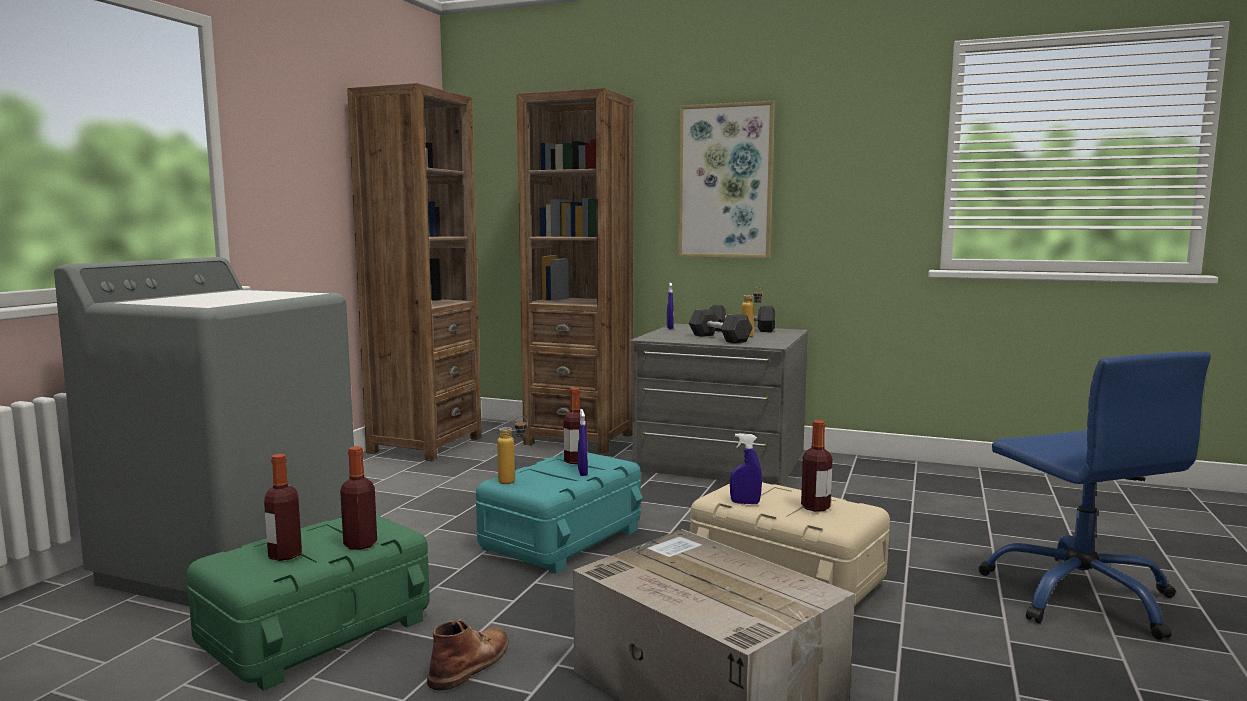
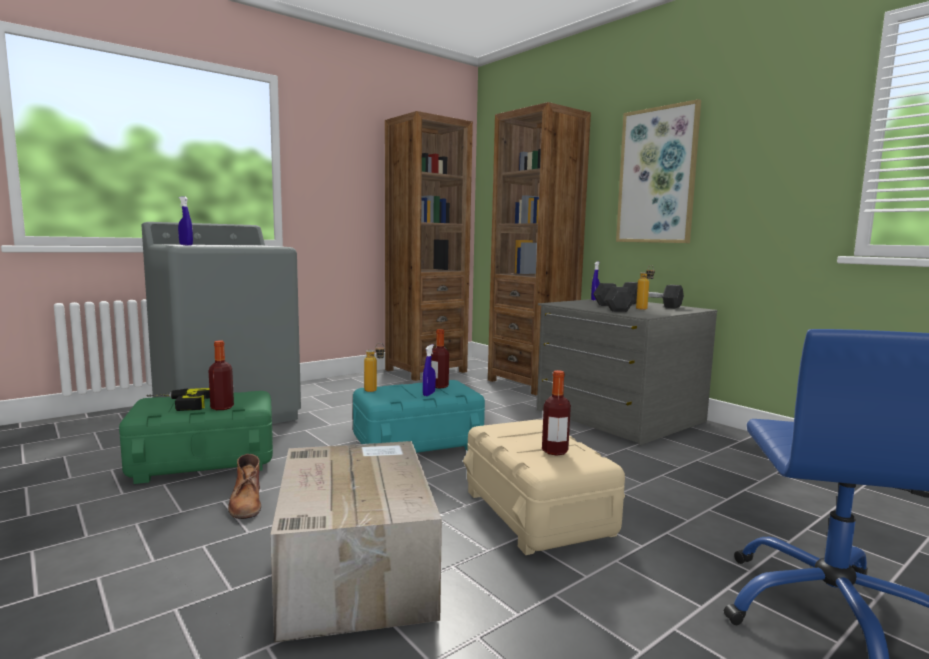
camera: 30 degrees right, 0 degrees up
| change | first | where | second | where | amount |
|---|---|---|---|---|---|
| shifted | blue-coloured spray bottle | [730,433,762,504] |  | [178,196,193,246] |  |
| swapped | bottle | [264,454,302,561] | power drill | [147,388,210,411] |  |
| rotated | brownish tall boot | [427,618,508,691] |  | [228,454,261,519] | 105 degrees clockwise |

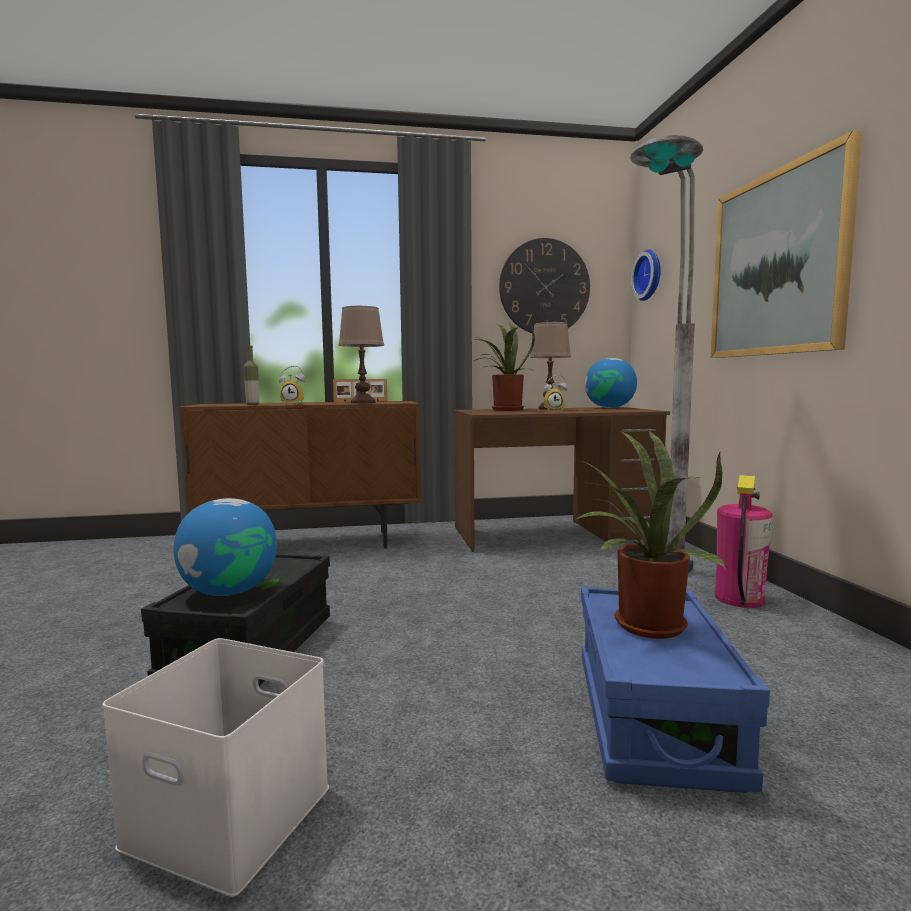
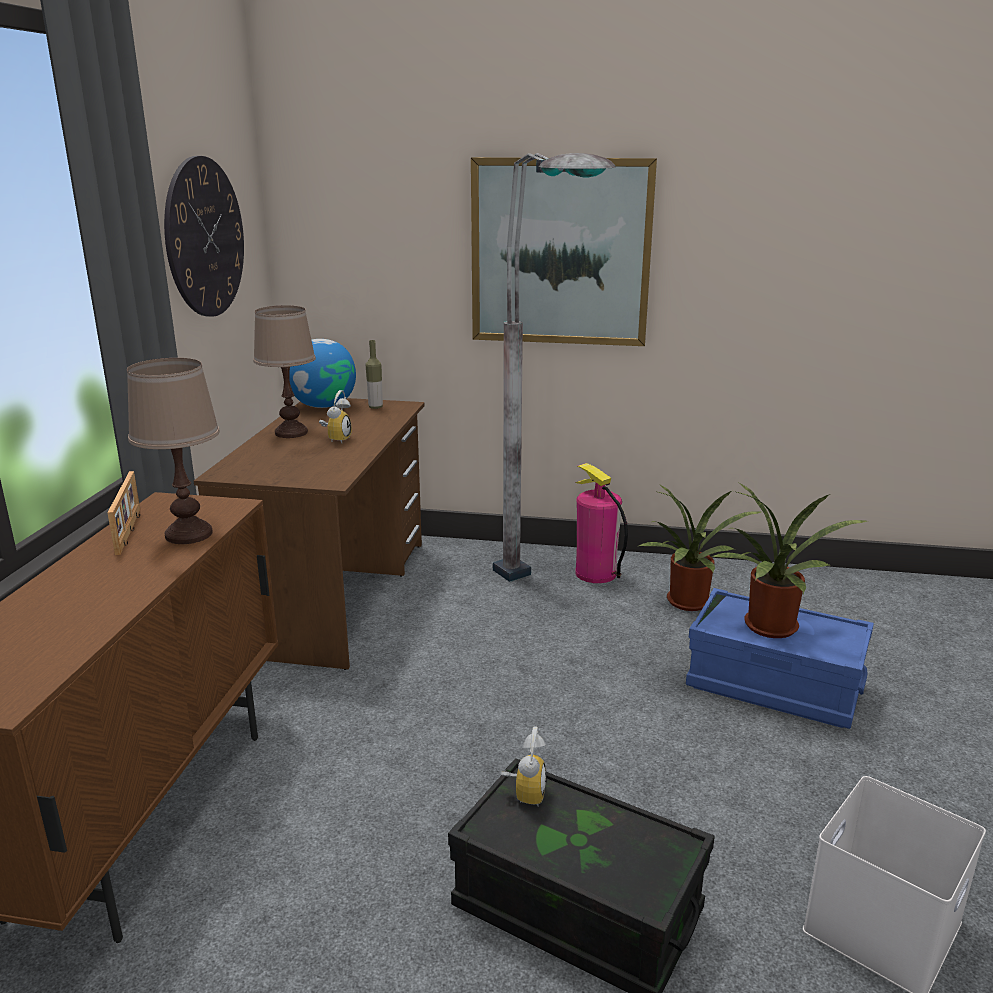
camera: 70 degrees left, 15 degrees up
| change | first | where | second | where | amount |
|---|---|---|---|---|---|
| gone | globe | [174,498,277,596] |  |  |  |
| gone | clock on the wall | [631,249,661,301] |  |  |  |
| shifted | bottle | [244,345,259,405] |  | [366,340,383,409] |  |
| shifted | bedside clock | [279,365,305,404] |  | [501,727,547,806] |  |
| shifted | houseplant | [473,323,535,411] |  | [637,484,761,611] |  |

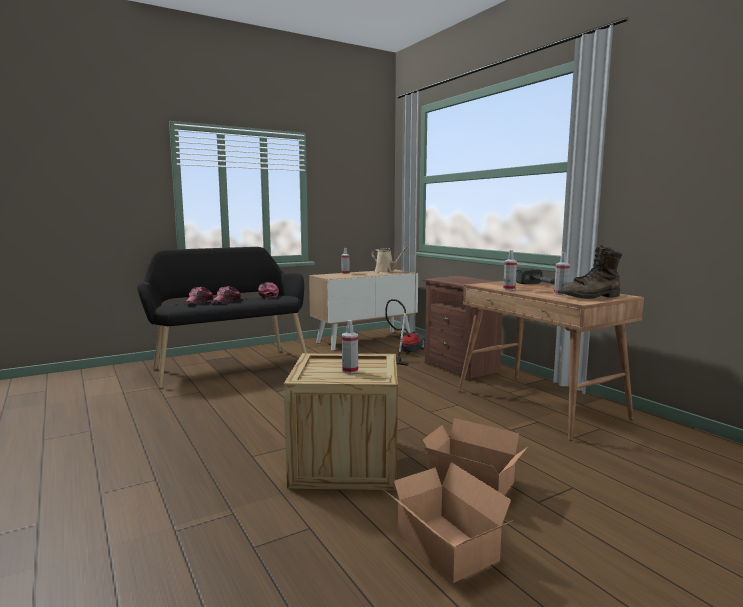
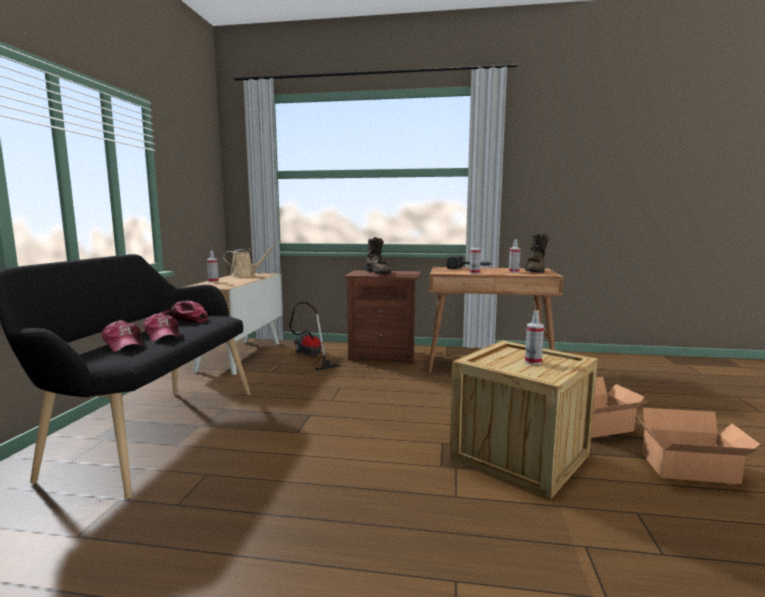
camera: 50 degrees left, 0 degrees up
| change | first | where | second | where | amount |
|---|---|---|---|---|---|
| new |  |  | brownish tall boot | [365,237,391,274] |  |

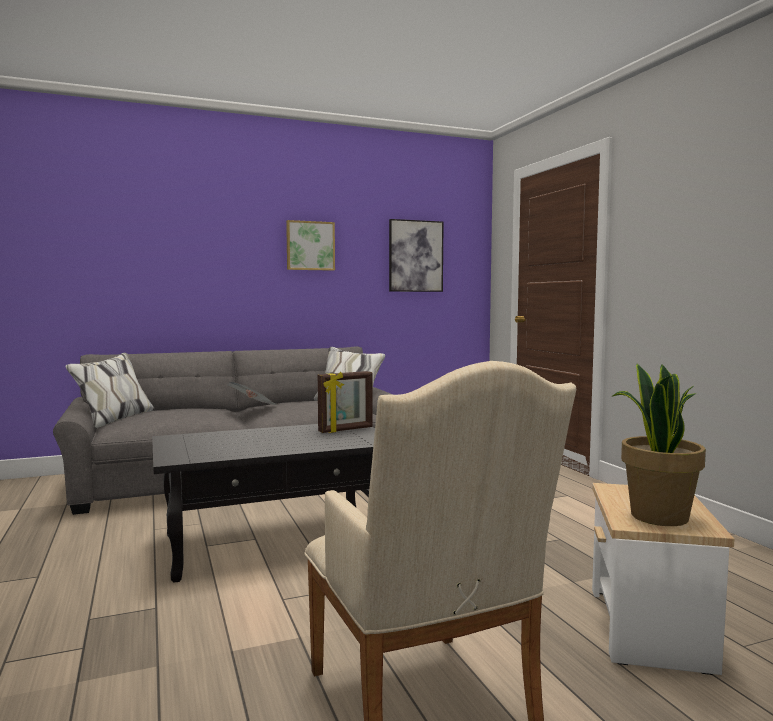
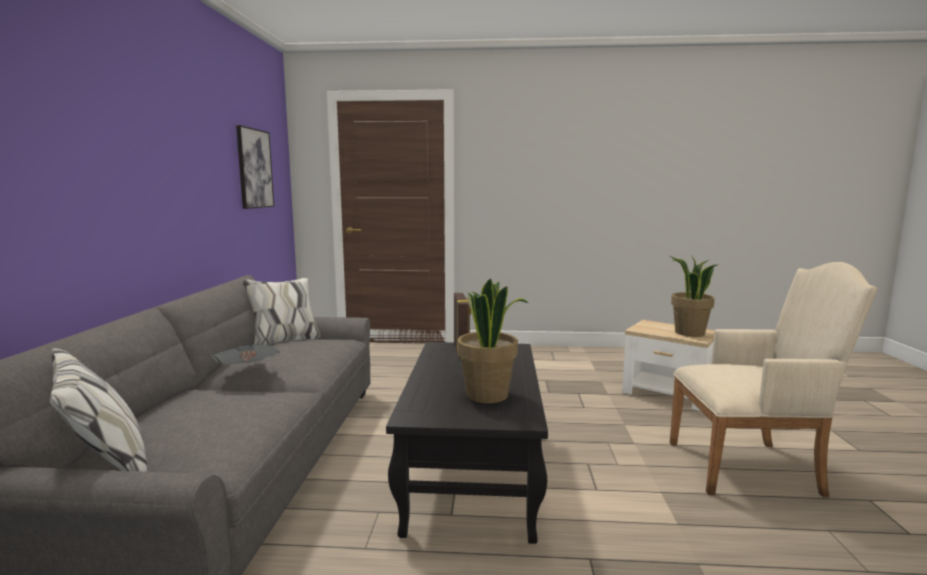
camera: 65 degrees left, 5 degrees up
| change | first | where | second | where | amount |
|---|---|---|---|---|---|
| gone | wall picture | [286,220,335,271] |  |  |  |
| new |  |  | houseplant | [457,278,528,403] |  |

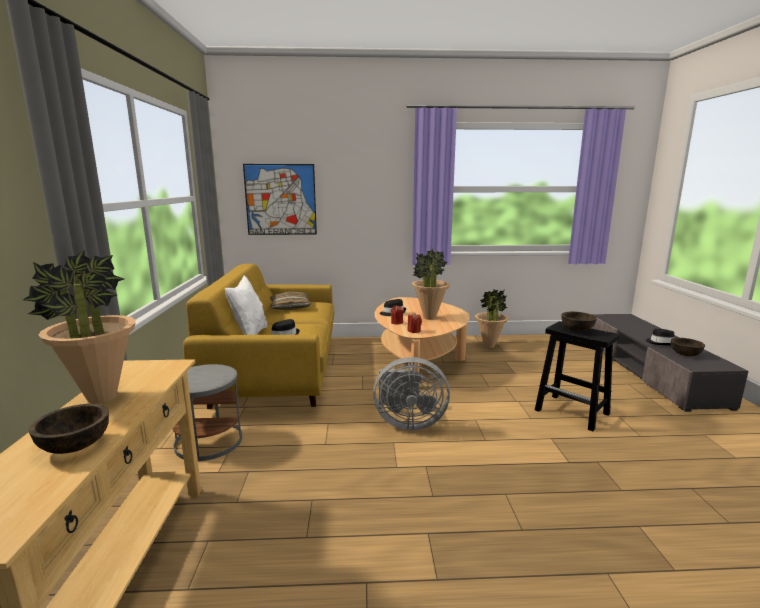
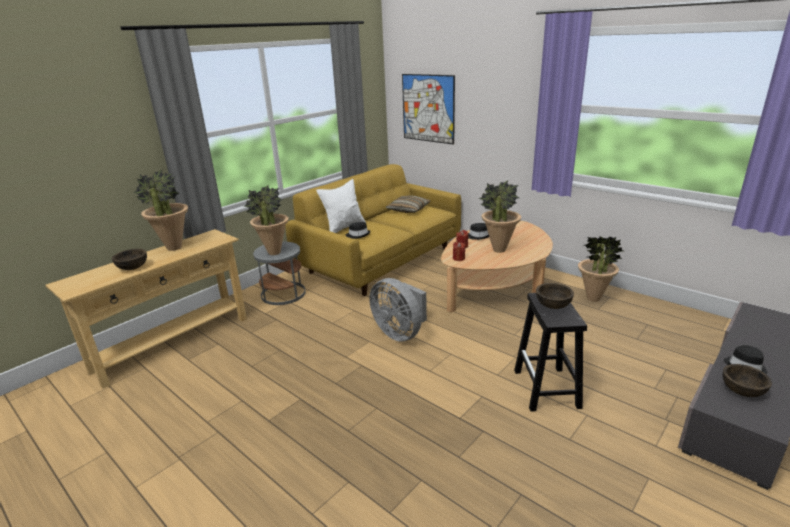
camera: 45 degrees right, 10 degrees up
| change | first | where | second | where | amount |
|---|---|---|---|---|---|
| new |  |  | houseplant | [244,185,288,255] |  |

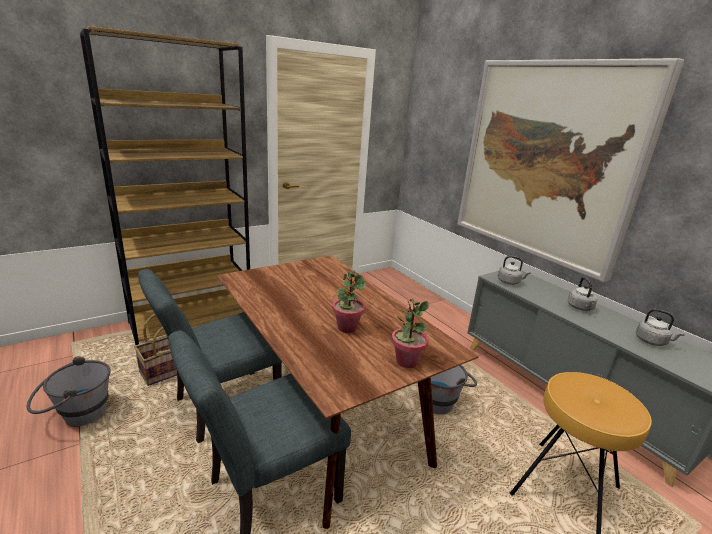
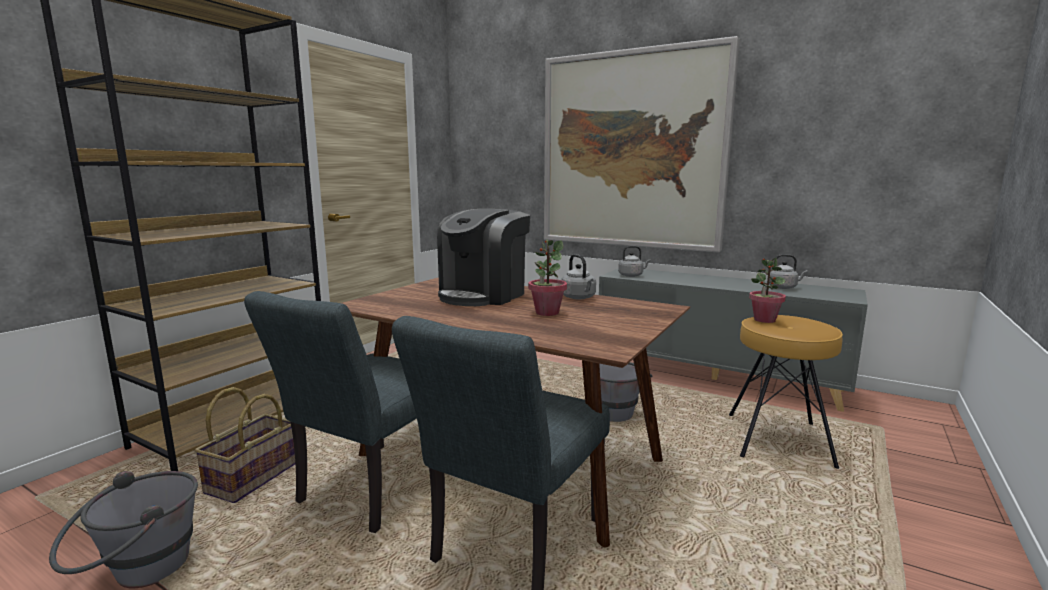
camera: 25 degrees left, 10 degrees down
| change | first | where | second | where | amount |
|---|---|---|---|---|---|
| new |  |  | coffee machine | [437,209,530,306] |  |
| shifted | houseplant | [392,298,429,368] |  | [749,258,786,323] |  |
| shifted | gray water kettle | [568,277,597,311] |  | [561,254,596,299] |  |

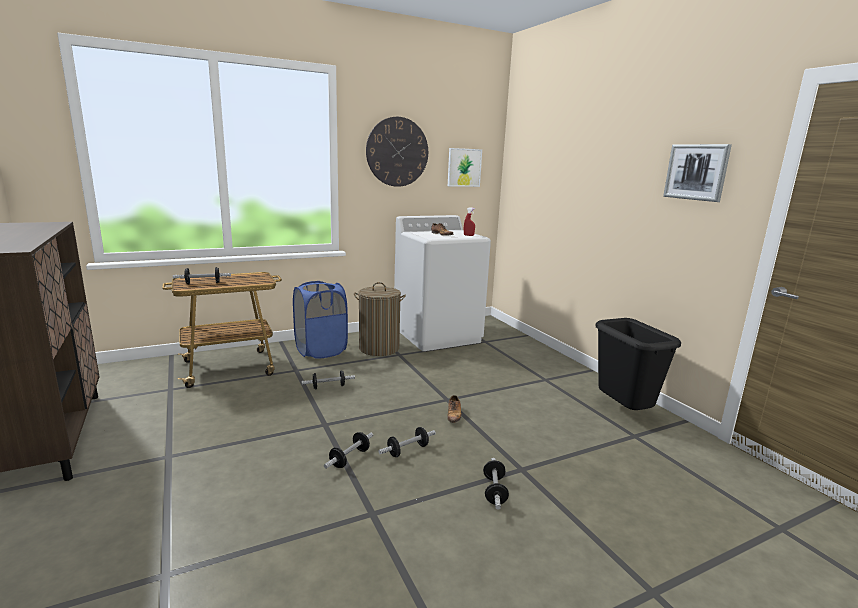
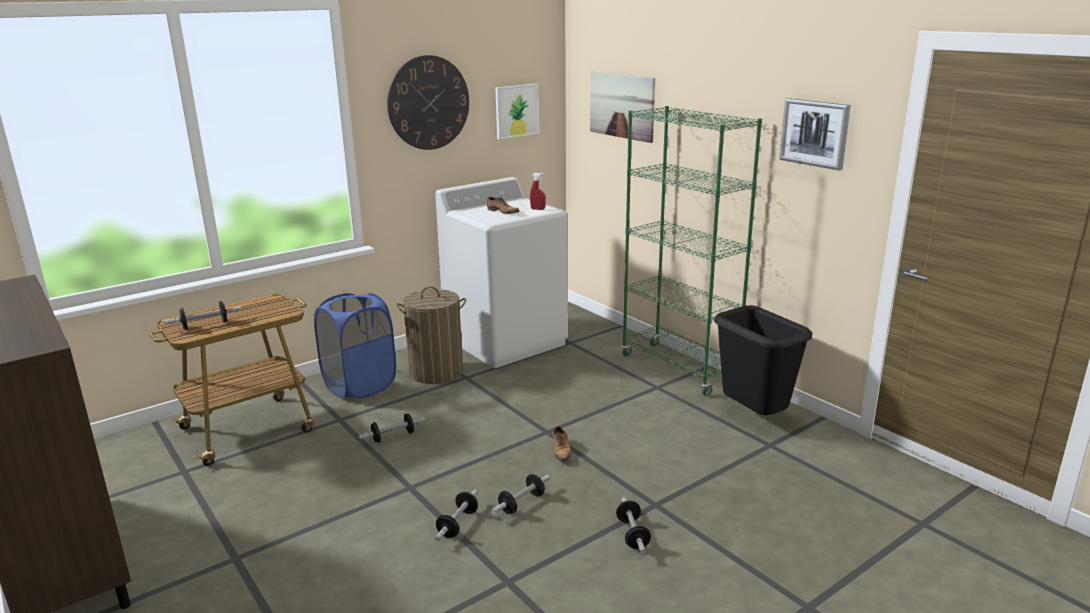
camera: 10 degrees left, 5 degrees up
| change | first | where | second | where | amount |
|---|---|---|---|---|---|
| new |  |  | wall picture | [590,72,655,143] |  |
| new |  |  | greenish bookcase | [622,106,762,396] |  |

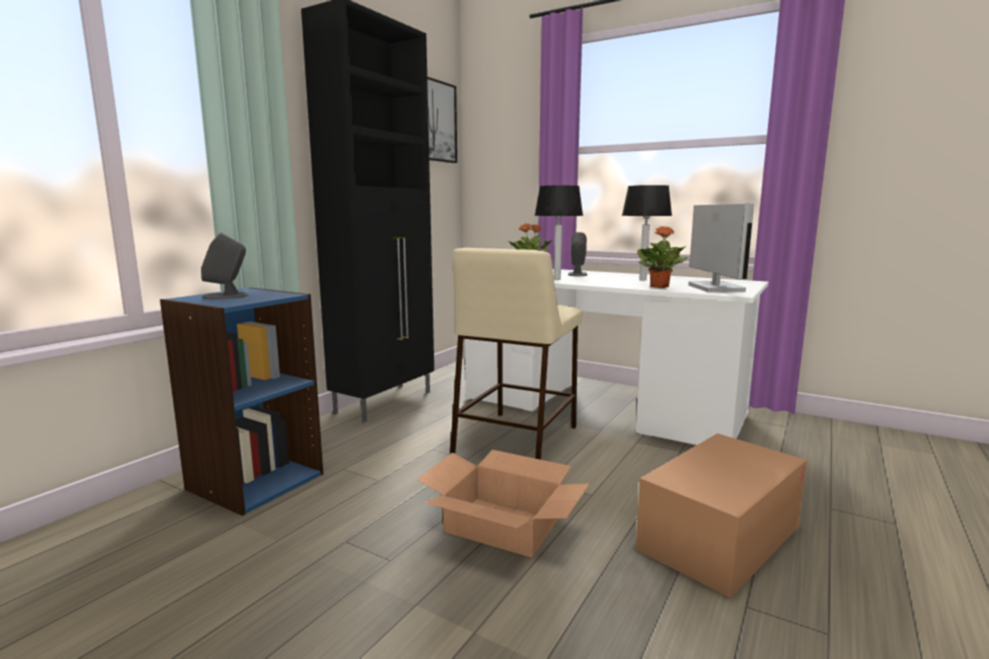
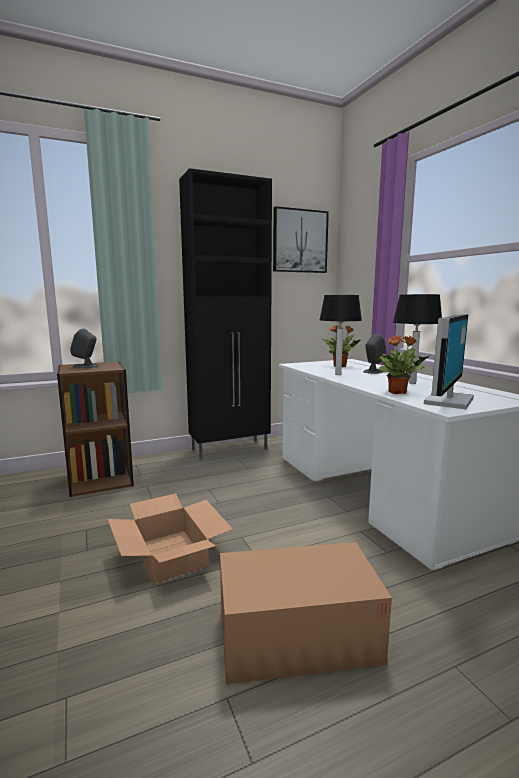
camera: 35 degrees right, 0 degrees up
| change | first | where | second | where | amount |
|---|---|---|---|---|---|
| gone | beige sitting stool | [450,248,582,460] |  |  |  |
| repainted | blue-coloured bookcase | [160,287,323,516] | brownish bookcase | [57,361,134,497] |  |

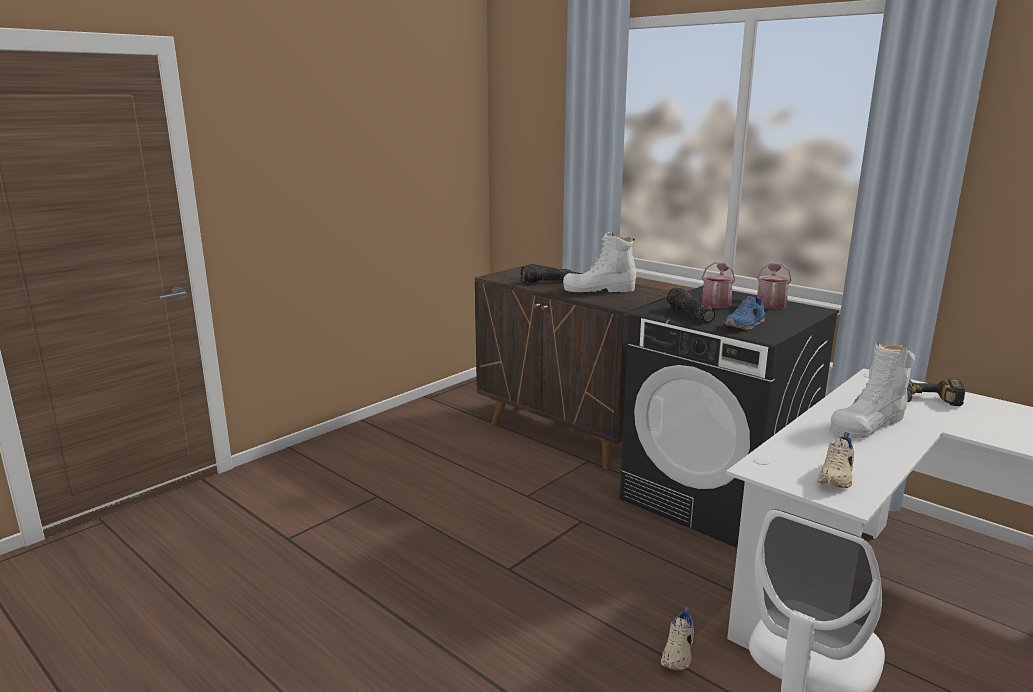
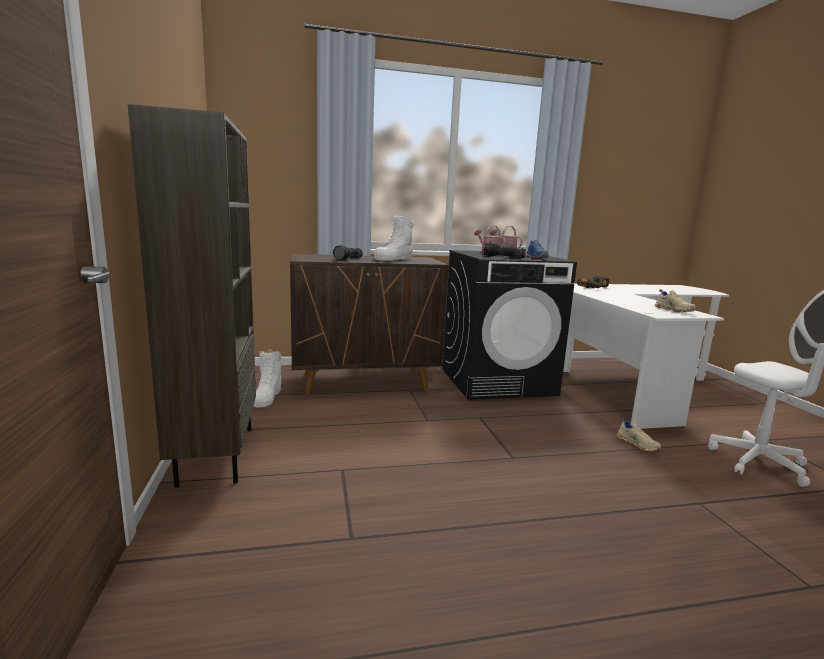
camera: 55 degrees left, 5 degrees down
| change | first | where | second | where | amount |
|---|---|---|---|---|---|
| new |  |  | brownish bookcase | [128,104,256,488] |  |
| shifted | white-coloured tall boot | [831,342,915,438] |  | [253,350,282,408] |  |

